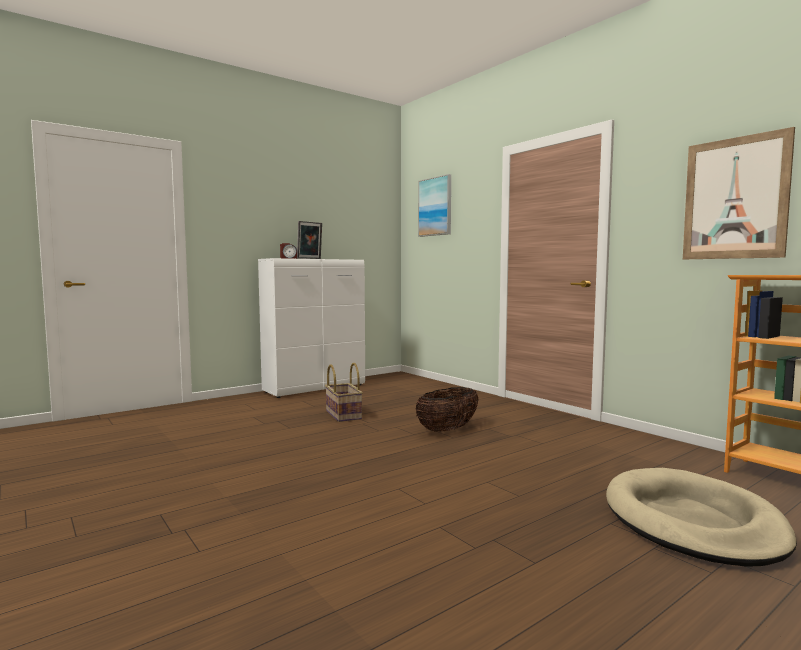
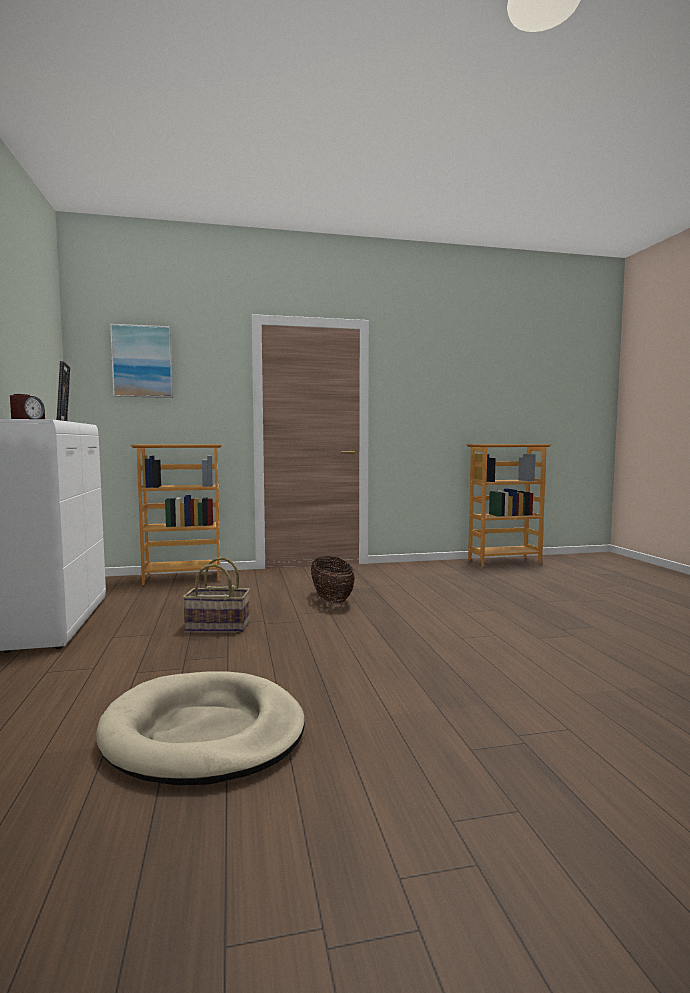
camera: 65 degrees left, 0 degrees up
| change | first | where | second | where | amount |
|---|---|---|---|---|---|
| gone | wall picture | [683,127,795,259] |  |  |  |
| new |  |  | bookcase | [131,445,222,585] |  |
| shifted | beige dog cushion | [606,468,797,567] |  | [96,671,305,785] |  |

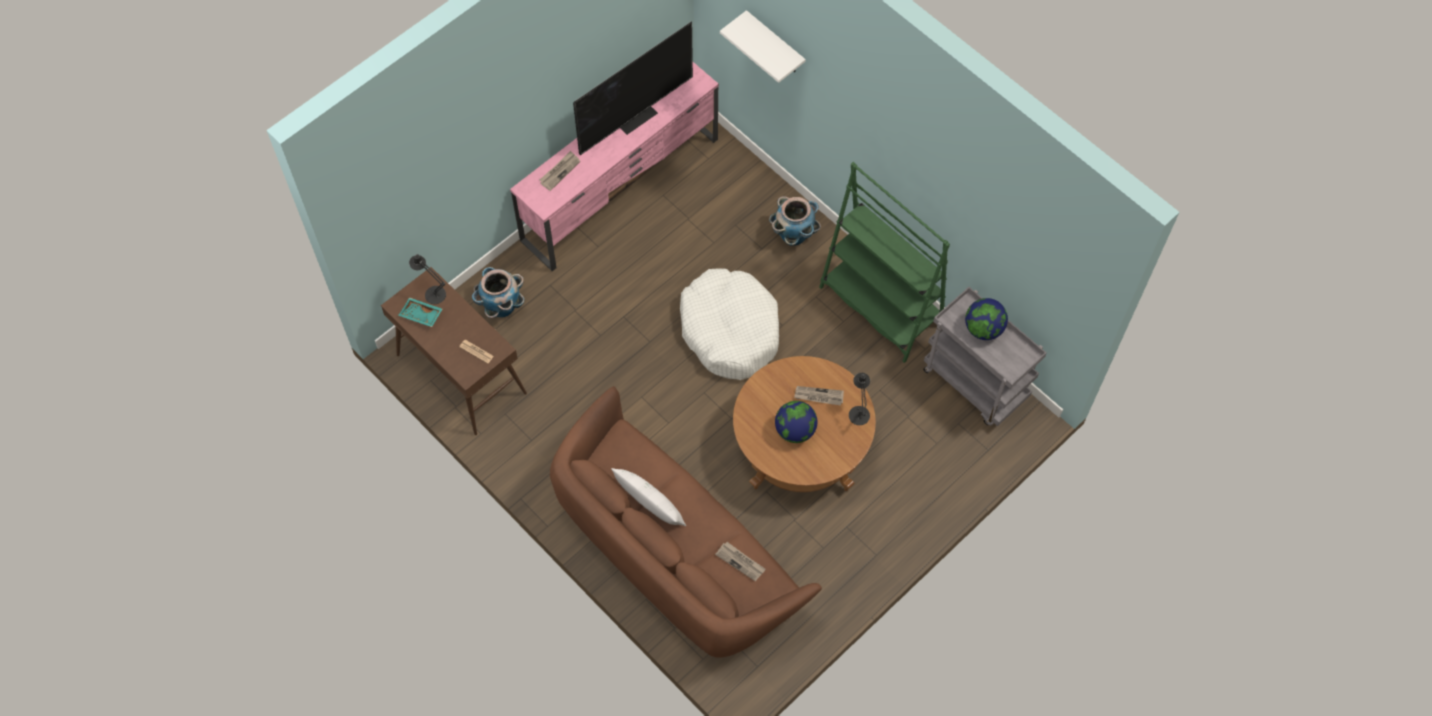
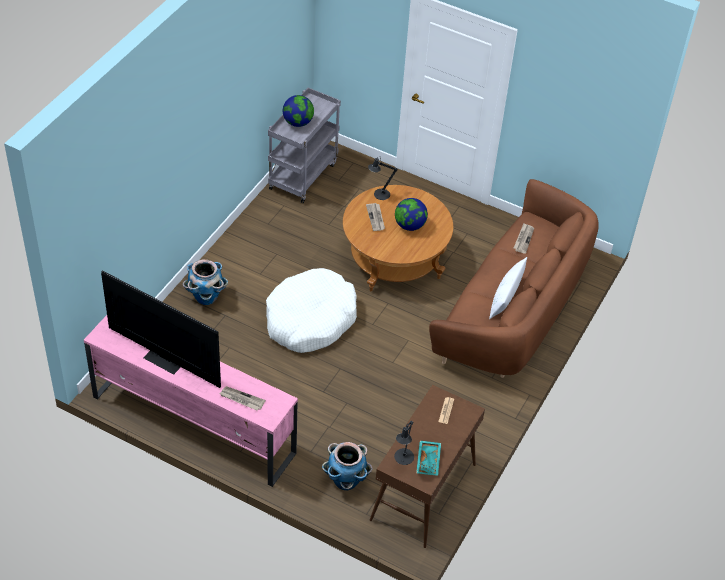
camera: 110 degrees left, 15 degrees down
| change | first | where | second | where | amount |
|---|---|---|---|---|---|
| gone | white-coloured shelf | [720,10,806,83] |  |  |  |
| gone | greenish bookcase | [819,162,950,363] |  |  |  |

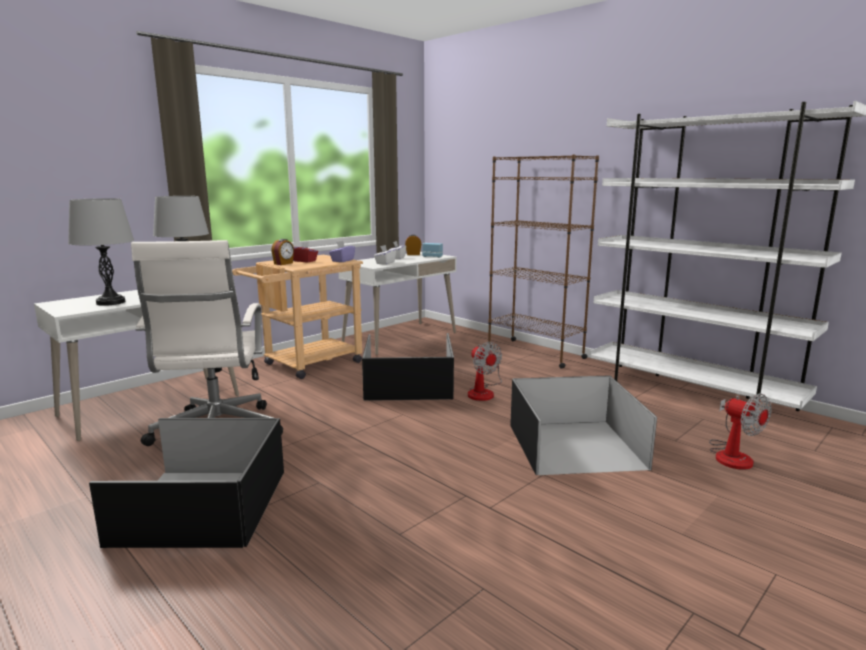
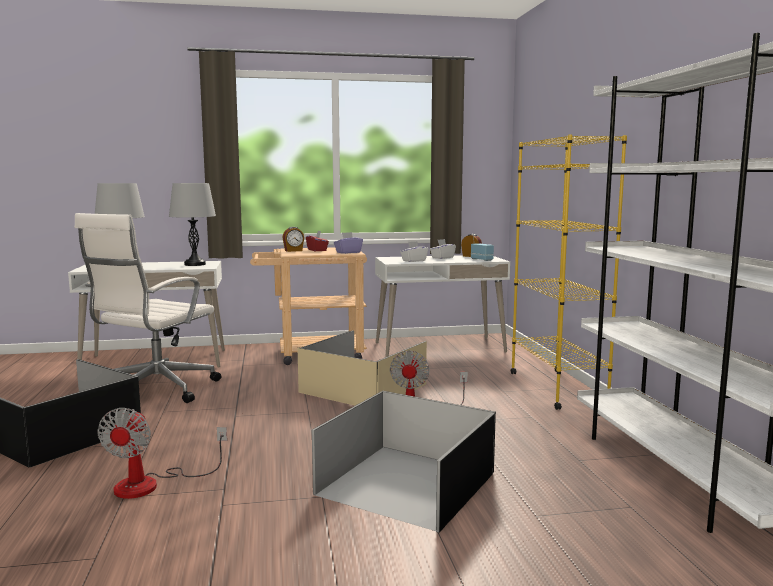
camera: 35 degrees right, 5 degrees down
| change | first | where | second | where | amount |
|---|---|---|---|---|---|
| shifted | electric fan | [709,394,771,470] |  | [97,408,227,499] |  |
| repainted | black storage box | [362,333,454,401] | beige storage box | [298,330,427,405] |  |
| repainted | brownish bookcase | [488,155,599,369] | yellow-coloured bookcase | [511,134,627,410] |  |

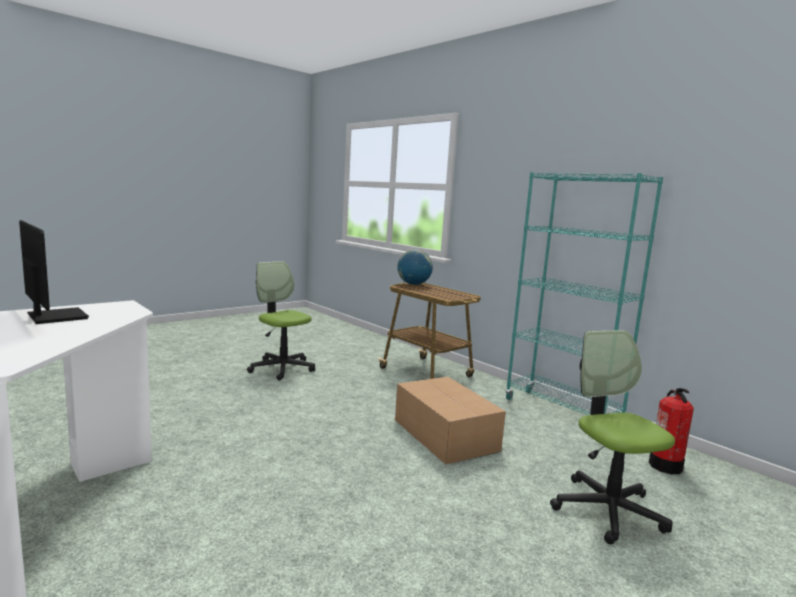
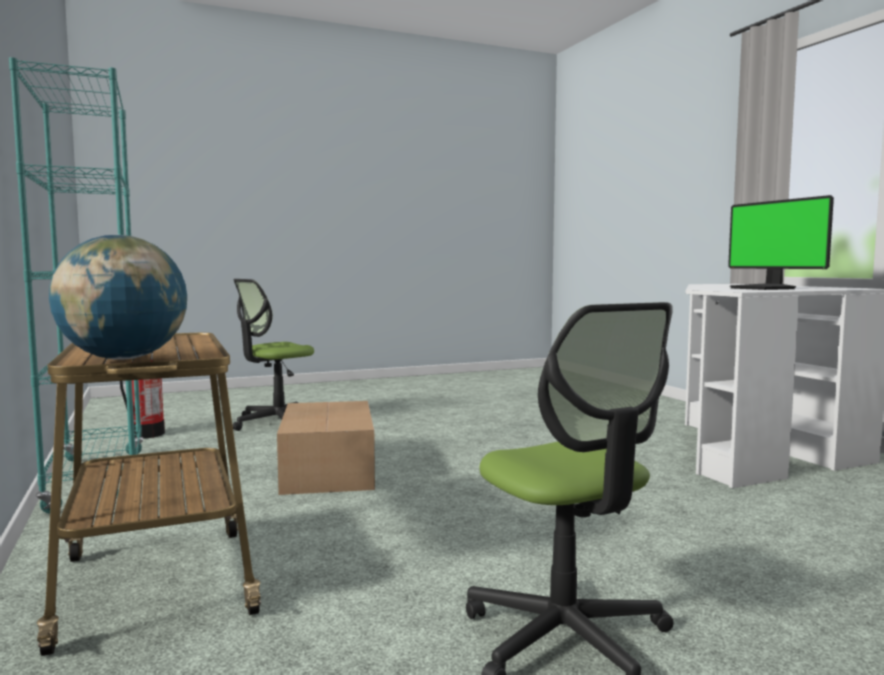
camera: 160 degrees left, 5 degrees down
| change | first | where | second | where | amount |
|---|---|---|---|---|---|
| rotated | computer chair | [550,330,675,544] |  | [232,279,314,431] | 45 degrees clockwise |

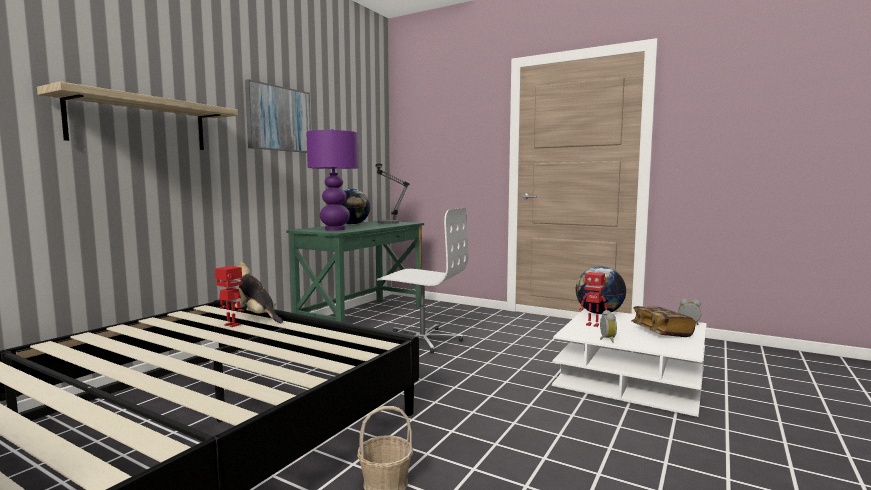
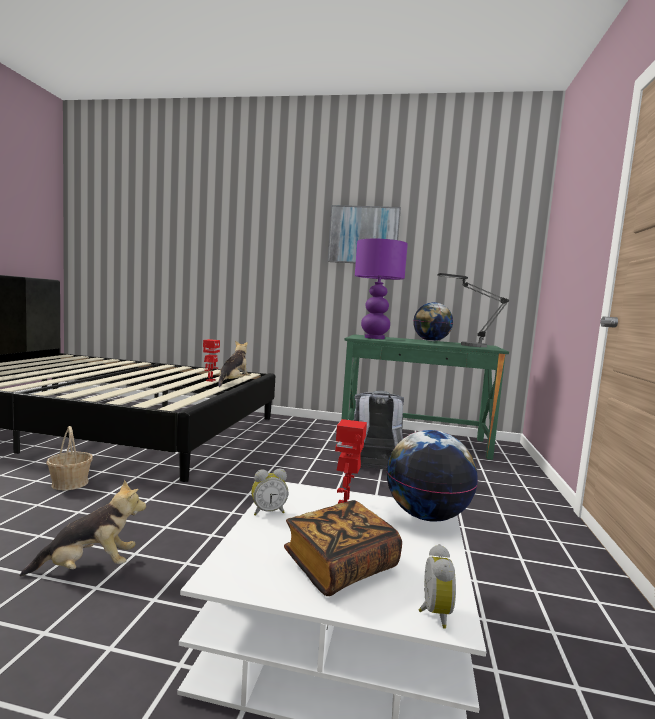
camera: 70 degrees right, 0 degrees up
| change | first | where | second | where | amount |
|---|---|---|---|---|---|
| gone | shelf | [37,82,238,150] |  |  |  |
| new |  |  | plush toy | [20,480,146,576] |  |
| swapped | white-coloured computer chair | [377,207,468,353] | gray backpack | [354,391,404,470] |  |

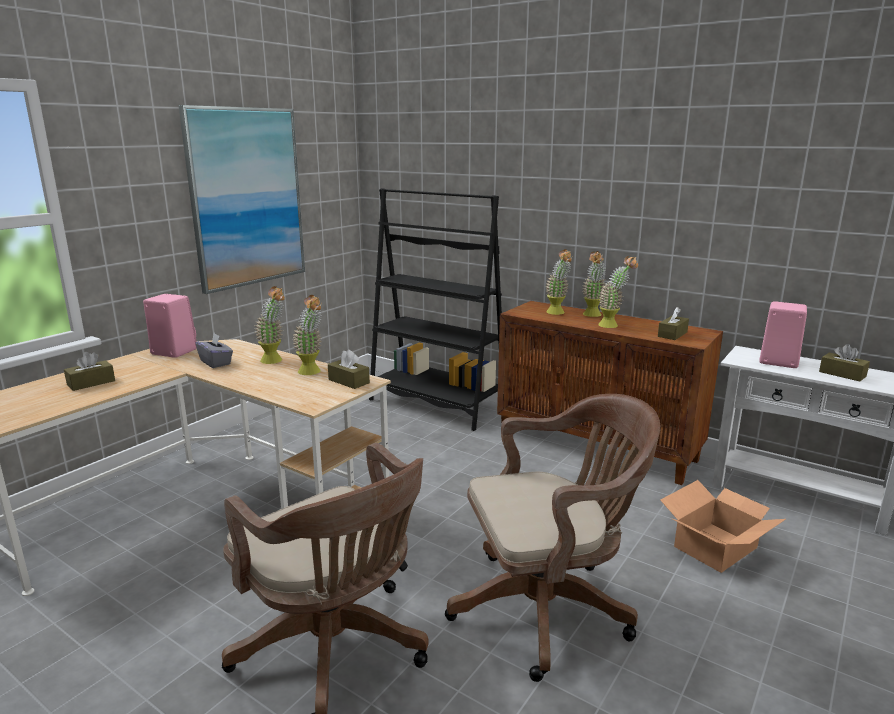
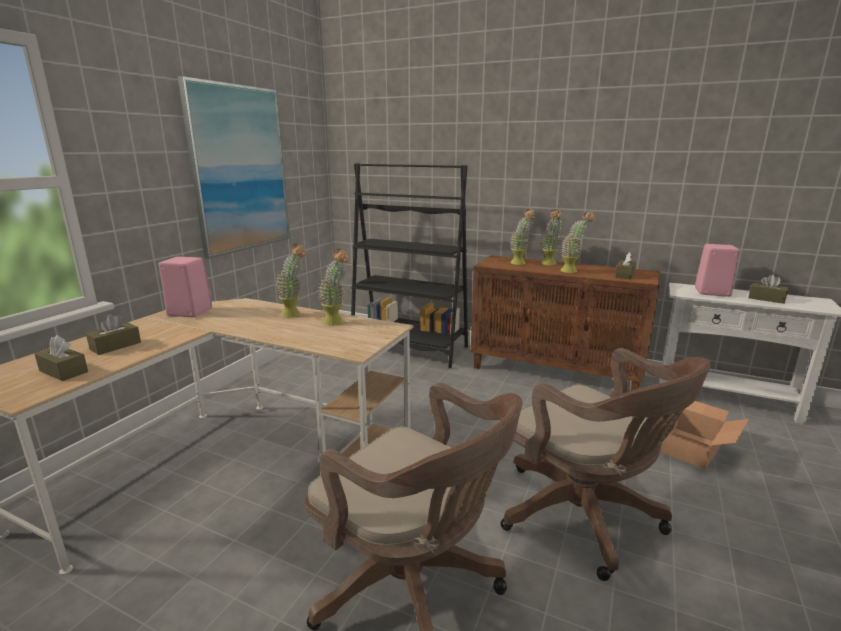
camera: 10 degrees left, 0 degrees up
| change | first | where | second | where | amount |
|---|---|---|---|---|---|
| gone | gray box of tissues | [196,333,233,368] |  |  |  |
| shifted | brownish box of tissues | [328,349,370,389] |  | [35,335,88,381] |  |
| rotated | brownish computer chair | [445,394,660,682] |  | [501,348,711,581] | 75 degrees clockwise |

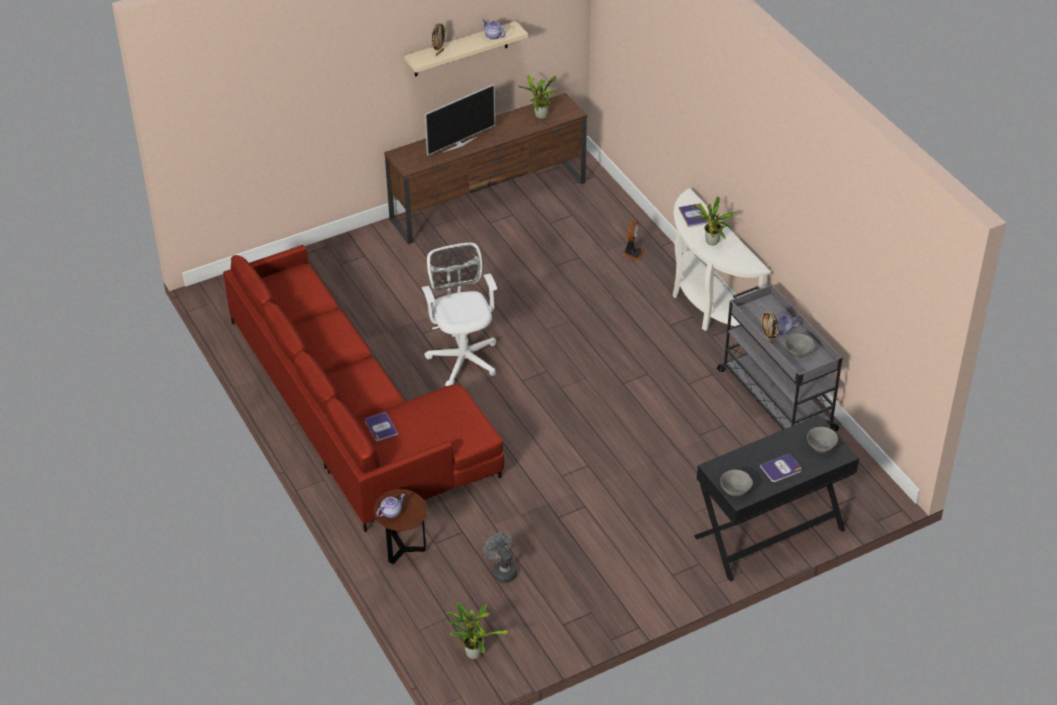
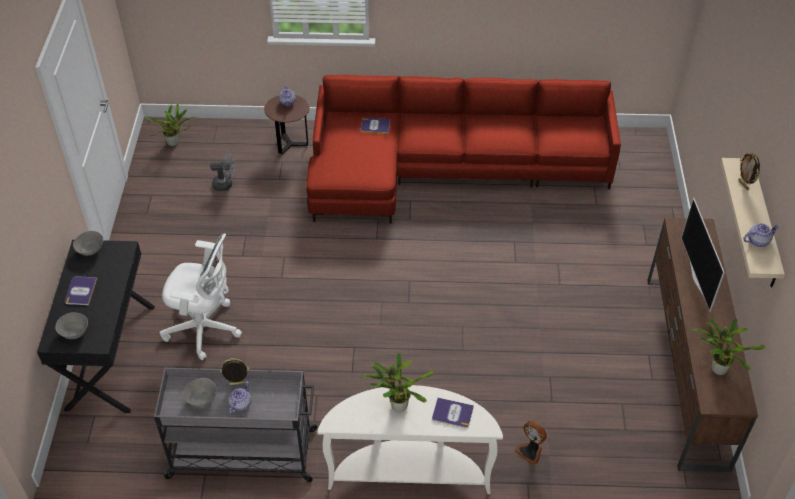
camera: 120 degrees right, 5 degrees up
| change | first | where | second | where | amount |
|---|---|---|---|---|---|
| shifted | white-coloured computer chair | [422,243,497,386] |  | [160,234,242,360] |  |

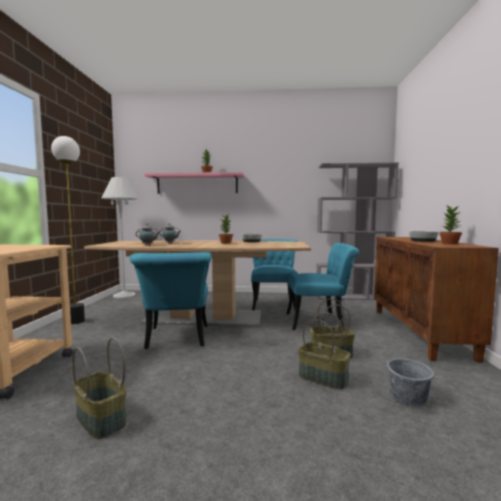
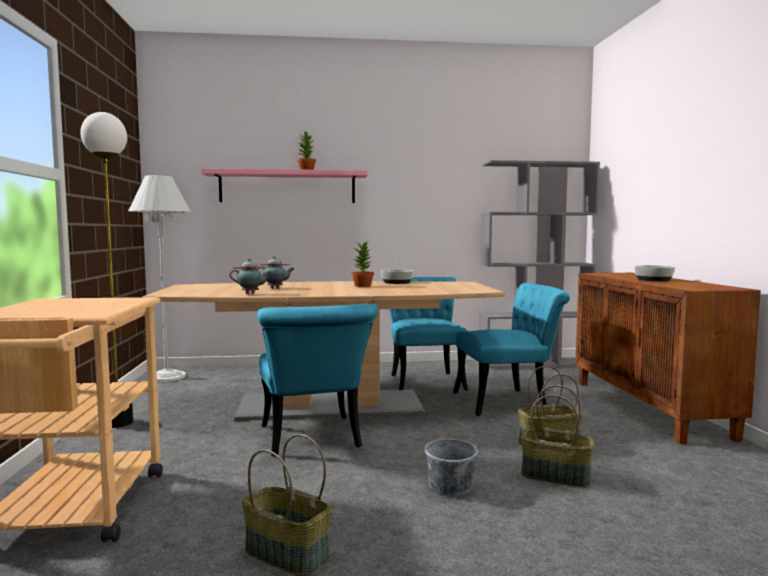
camera: 10 degrees left, 0 degrees up
| change | first | where | second | where | amount |
|---|---|---|---|---|---|
| gone | houseplant | [439,205,462,244] |  |  |  |
| shifted | gray bucket | [387,347,434,407] |  | [424,421,478,496] |  |

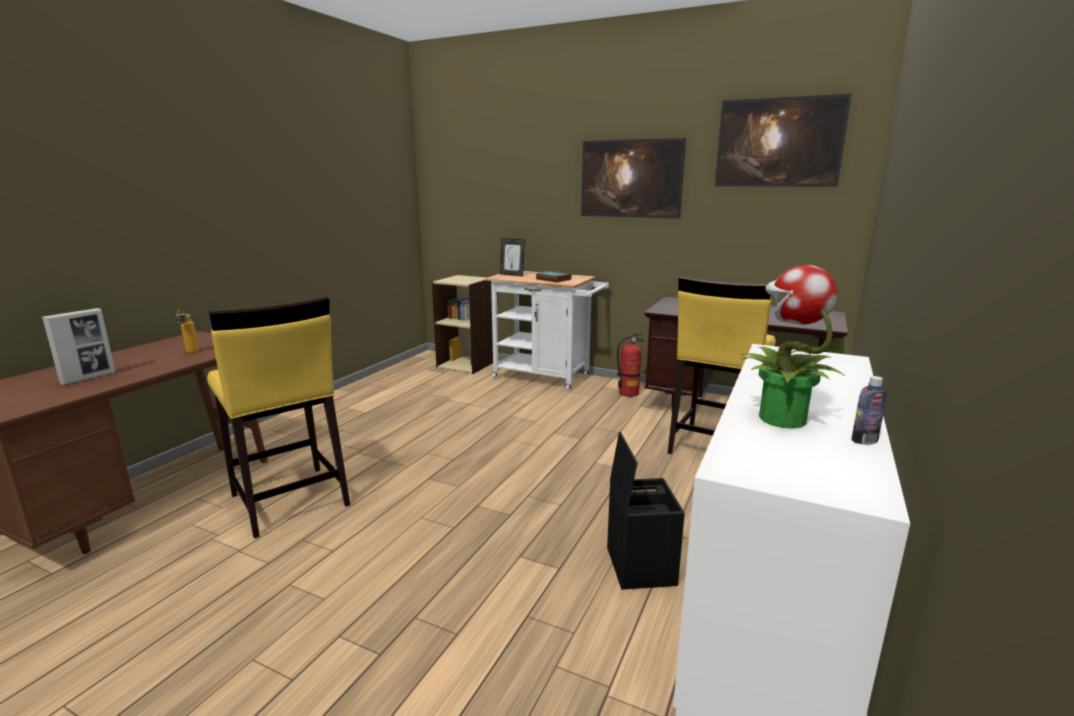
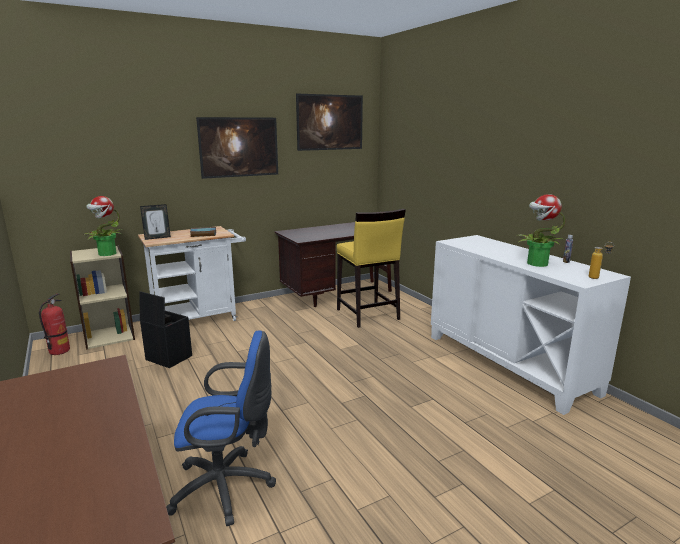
camera: 55 degrees left, 0 degrees up
| change | first | where | second | where | amount |
|---|---|---|---|---|---|
| gone | picture frame | [42,308,116,385] |  |  |  |
| new |  |  | houseplant | [83,196,122,256] |  |
| shifted | bottle | [175,309,199,353] |  | [589,242,614,279] |  |
| shifted | black storage box | [607,432,685,590] |  | [139,291,192,368] |  |
| shifted | fire-fighting cylinder | [617,333,645,397] |  | [39,293,70,355] |  |
| swapped | yellow-coloured sitting stool | [207,297,350,539] | blue-coloured computer chair | [166,330,276,526] |  |

